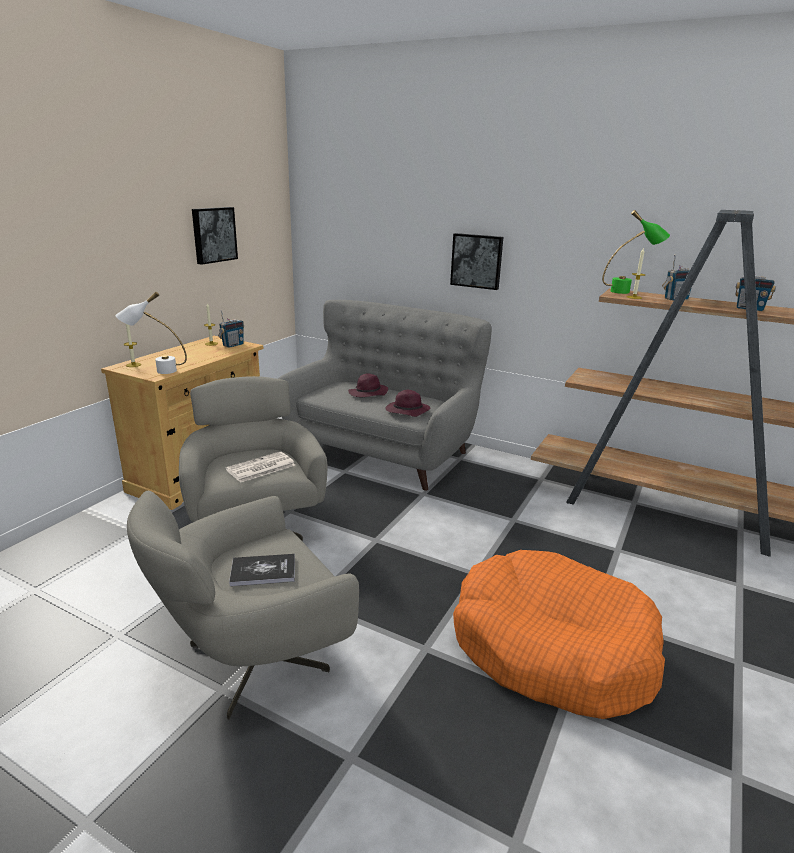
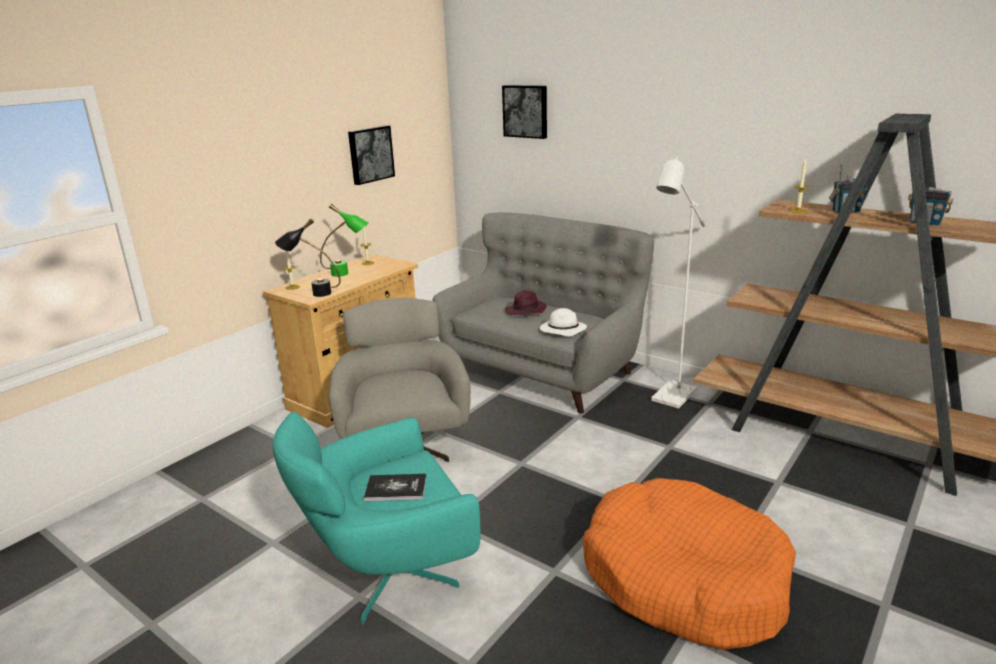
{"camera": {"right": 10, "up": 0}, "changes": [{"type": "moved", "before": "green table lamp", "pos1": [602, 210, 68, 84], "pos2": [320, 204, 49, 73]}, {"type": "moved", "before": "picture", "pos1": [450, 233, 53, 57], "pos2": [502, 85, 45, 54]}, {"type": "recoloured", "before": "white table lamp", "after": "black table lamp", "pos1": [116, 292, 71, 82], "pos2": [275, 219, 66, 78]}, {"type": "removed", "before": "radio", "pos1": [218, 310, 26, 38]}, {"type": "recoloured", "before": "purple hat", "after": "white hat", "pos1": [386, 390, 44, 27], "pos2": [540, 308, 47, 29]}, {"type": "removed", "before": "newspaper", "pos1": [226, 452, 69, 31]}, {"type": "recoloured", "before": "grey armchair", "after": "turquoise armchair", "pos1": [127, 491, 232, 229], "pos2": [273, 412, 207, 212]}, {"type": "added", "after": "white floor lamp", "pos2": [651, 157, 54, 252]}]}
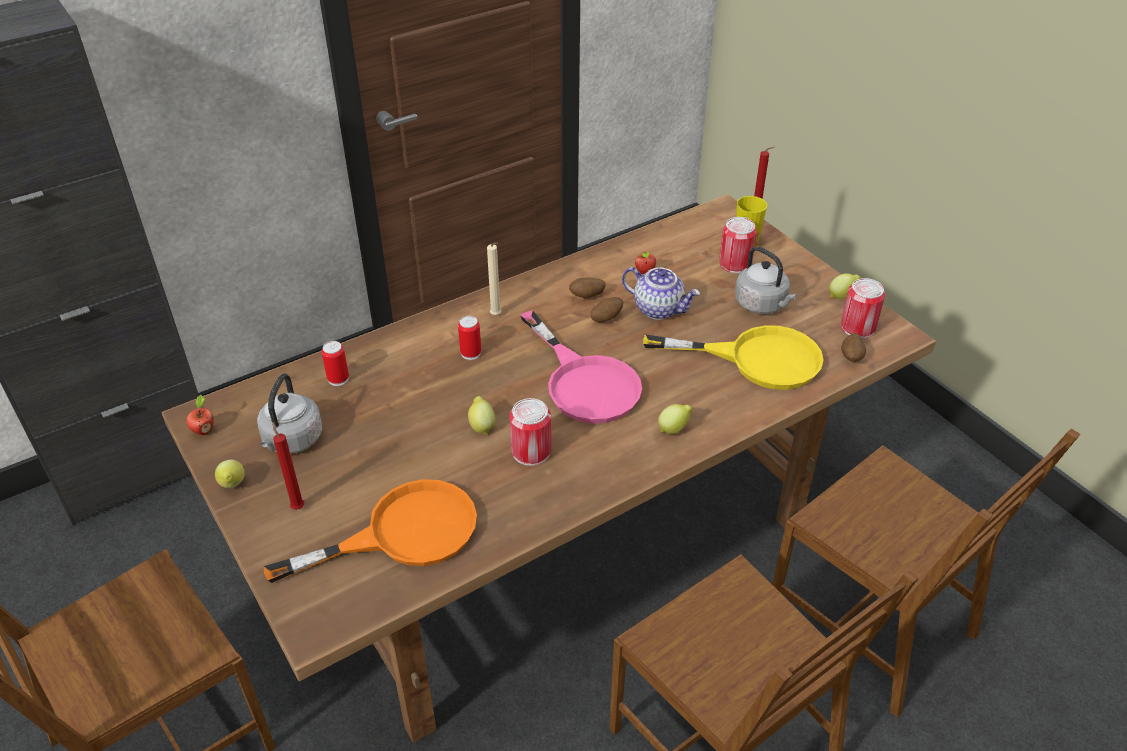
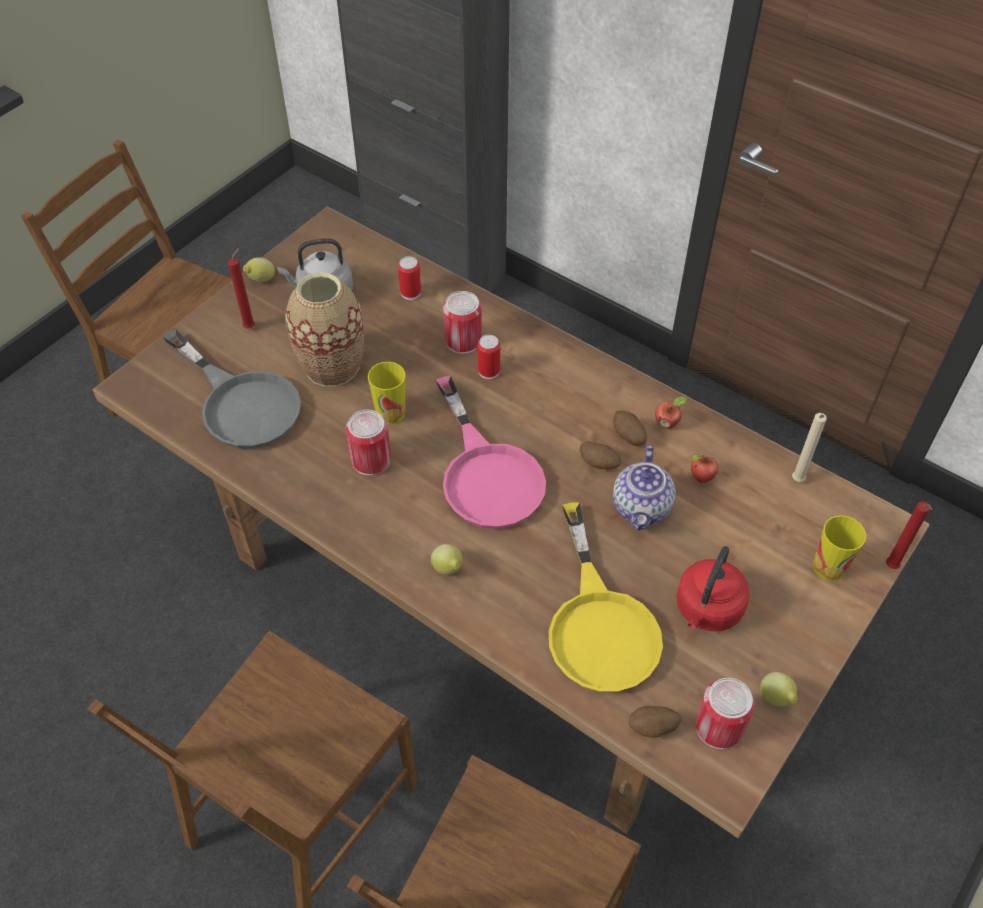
{"camera": {"right": 70, "up": 10}, "changes": [{"type": "moved", "before": "can", "pos1": [719, 217, 38, 56], "pos2": [443, 291, 39, 63]}, {"type": "moved", "before": "beige candle", "pos1": [487, 242, 14, 73], "pos2": [792, 413, 35, 69]}, {"type": "recoloured", "before": "grey kettle", "after": "red kettle", "pos1": [735, 246, 62, 68], "pos2": [676, 546, 74, 85]}, {"type": "turned", "before": "pink frying pan", "pos1": [520, 310, 122, 114], "pos2": [436, 376, 110, 153], "turn": -60}, {"type": "moved", "before": "apple", "pos1": [186, 395, 28, 40], "pos2": [655, 397, 32, 32]}, {"type": "replaced", "before": "lemon", "after": "cup", "pos1": [468, 396, 28, 39], "pos2": [368, 362, 37, 62]}, {"type": "recoloured", "before": "orange frying pan", "after": "grey frying pan", "pos1": [264, 479, 213, 104], "pos2": [163, 330, 138, 119]}, {"type": "added", "after": "vase", "pos2": [285, 272, 79, 115]}]}
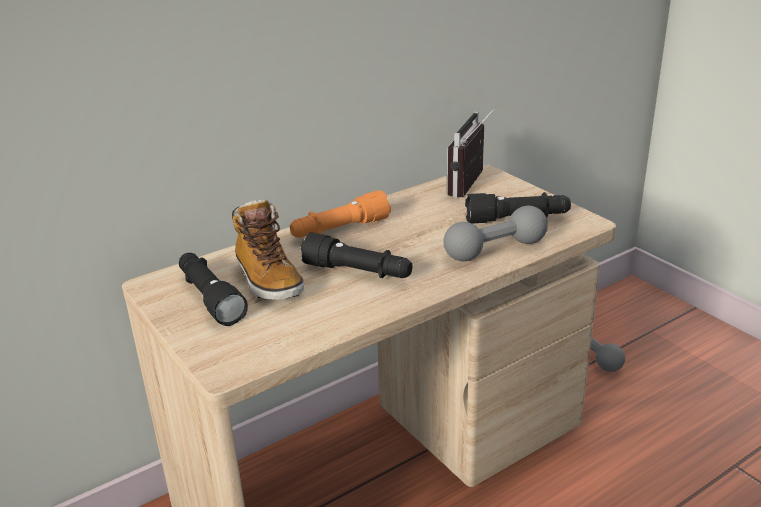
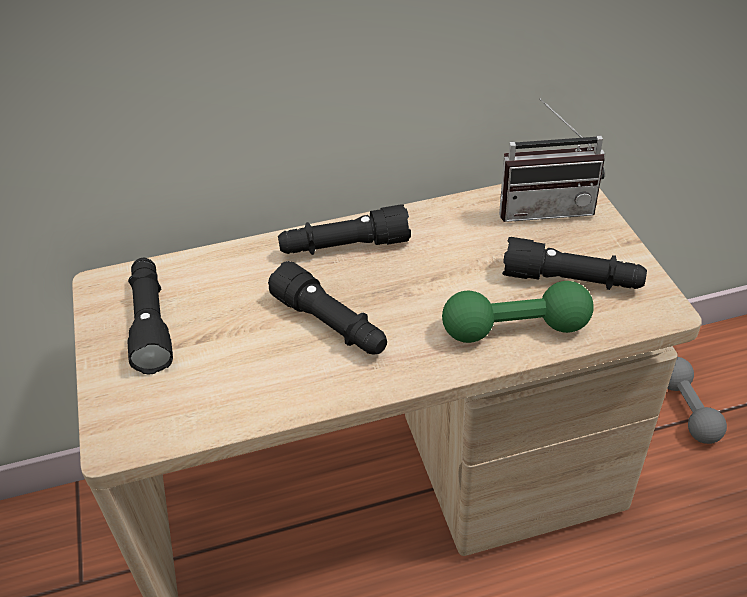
{"camera": {"right": 20, "up": 15}, "changes": [{"type": "turned", "before": "radio", "pos1": [447, 106, 51, 92], "pos2": [499, 98, 106, 124], "turn": -135}, {"type": "recoloured", "before": "orange flashlight", "after": "black flashlight", "pos1": [290, 190, 101, 48], "pos2": [278, 204, 133, 51]}, {"type": "removed", "before": "boot", "pos1": [232, 199, 72, 101]}, {"type": "recoloured", "before": "grey dumbbell", "after": "green dumbbell", "pos1": [444, 206, 104, 55], "pos2": [442, 281, 152, 62]}]}
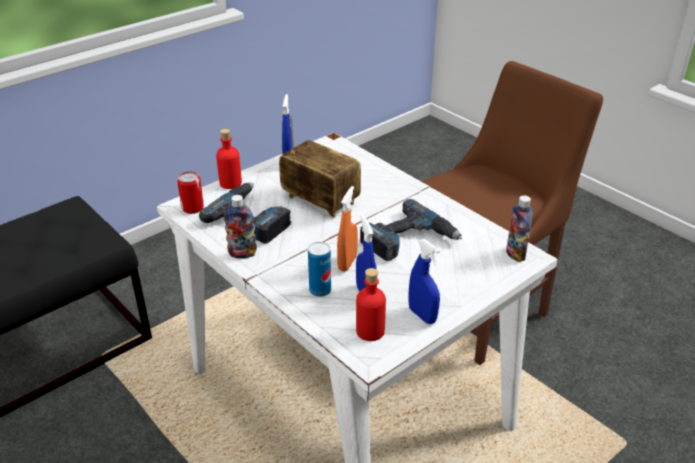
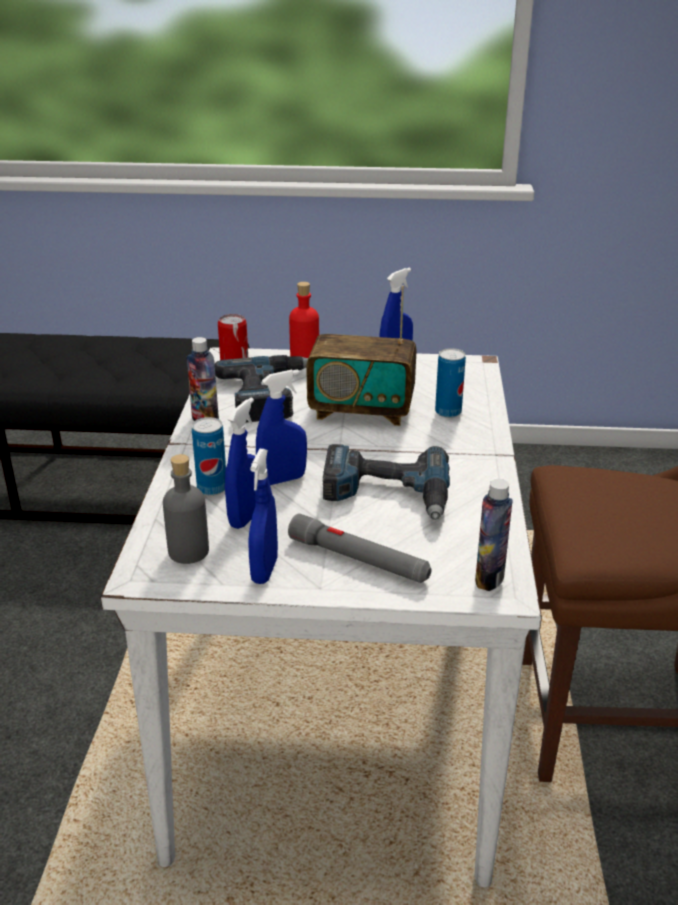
{"camera": {"right": 45, "up": -5}, "changes": [{"type": "turned", "before": "radio", "pos1": [279, 115, 82, 103], "pos2": [306, 286, 111, 140], "turn": 105}, {"type": "recoloured", "before": "orange spray bottle", "after": "blue spray bottle", "pos1": [337, 186, 21, 86], "pos2": [256, 369, 51, 116]}, {"type": "recoloured", "before": "red bottle", "after": "grey bottle", "pos1": [356, 268, 30, 73], "pos2": [163, 454, 46, 110]}, {"type": "added", "after": "can", "pos2": [435, 348, 31, 70]}, {"type": "added", "after": "grey flashlight", "pos2": [288, 513, 143, 70]}]}
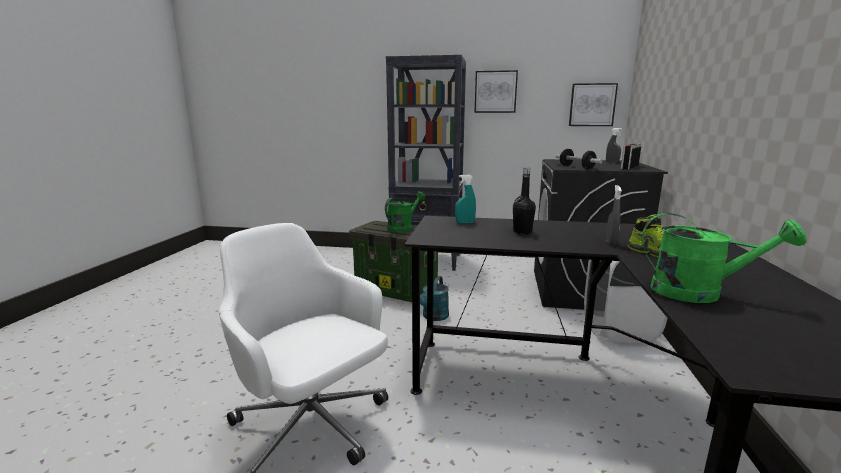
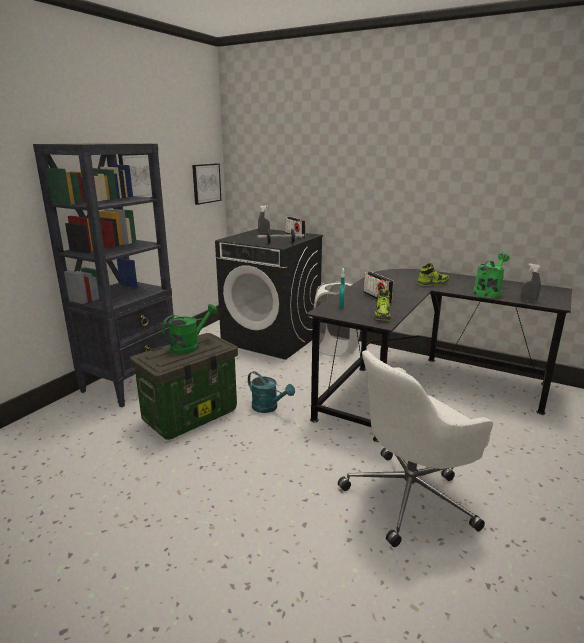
{"camera": {"right": -70, "up": 5}, "changes": [{"type": "replaced", "before": "black bottle", "after": "radio", "pos1": [513, 168, 23, 66], "pos2": [363, 271, 31, 32]}, {"type": "moved", "before": "grey spray bottle", "pos1": [606, 185, 16, 60], "pos2": [521, 264, 20, 38]}, {"type": "turned", "before": "green watering can", "pos1": [385, 191, 40, 41], "pos2": [162, 304, 56, 50], "turn": 75}, {"type": "added", "after": "shoe", "pos2": [374, 289, 17, 32]}]}
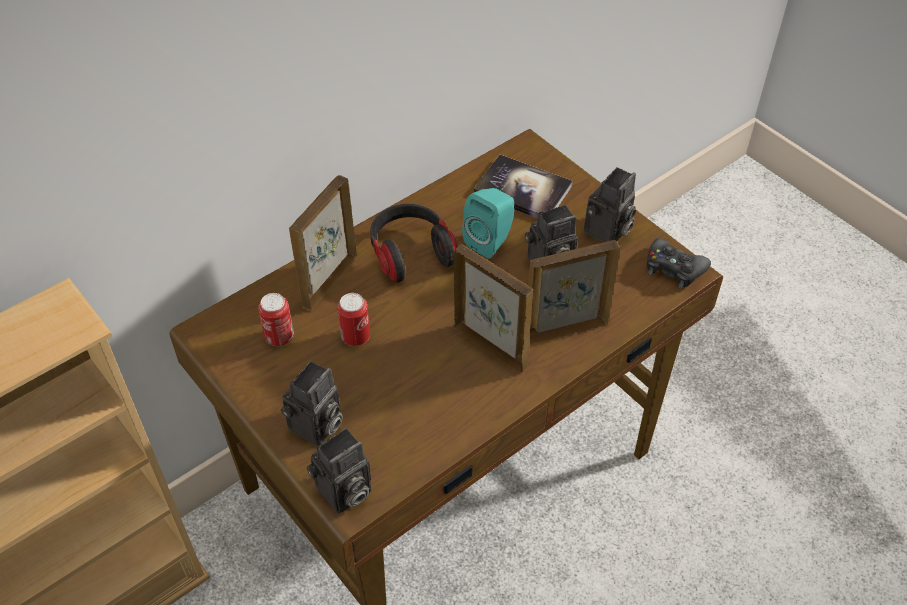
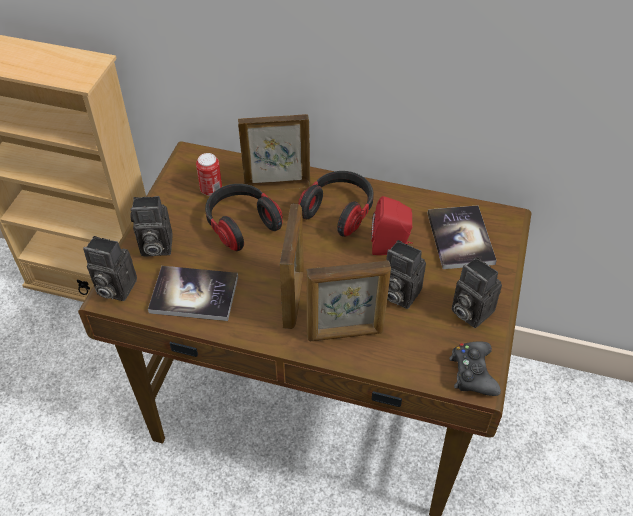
{"camera": {"right": 55, "up": 0}, "changes": [{"type": "turned", "before": "photo camera", "pos1": [584, 167, 52, 75], "pos2": [451, 257, 51, 71], "turn": 45}, {"type": "recoloured", "before": "turquoise speaker", "after": "red speaker", "pos1": [462, 188, 52, 71], "pos2": [371, 196, 42, 59]}, {"type": "turned", "before": "picture frame", "pos1": [528, 240, 92, 105], "pos2": [306, 260, 85, 81], "turn": 135}, {"type": "replaced", "before": "can", "after": "headphones", "pos1": [337, 293, 33, 53], "pos2": [205, 184, 78, 67]}, {"type": "added", "after": "book", "pos2": [148, 266, 90, 55]}]}
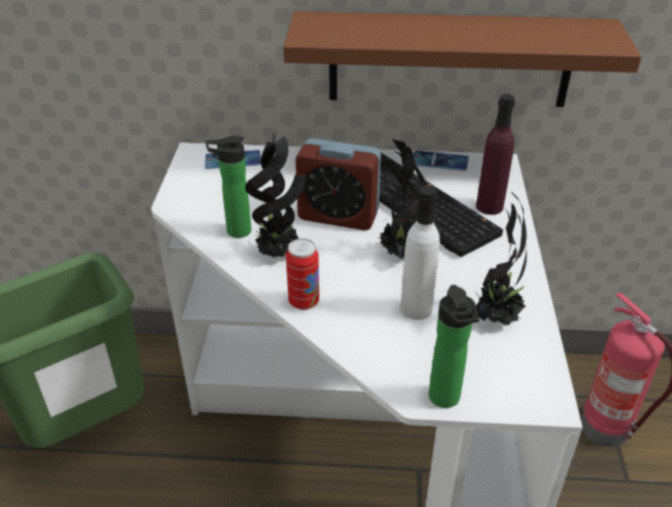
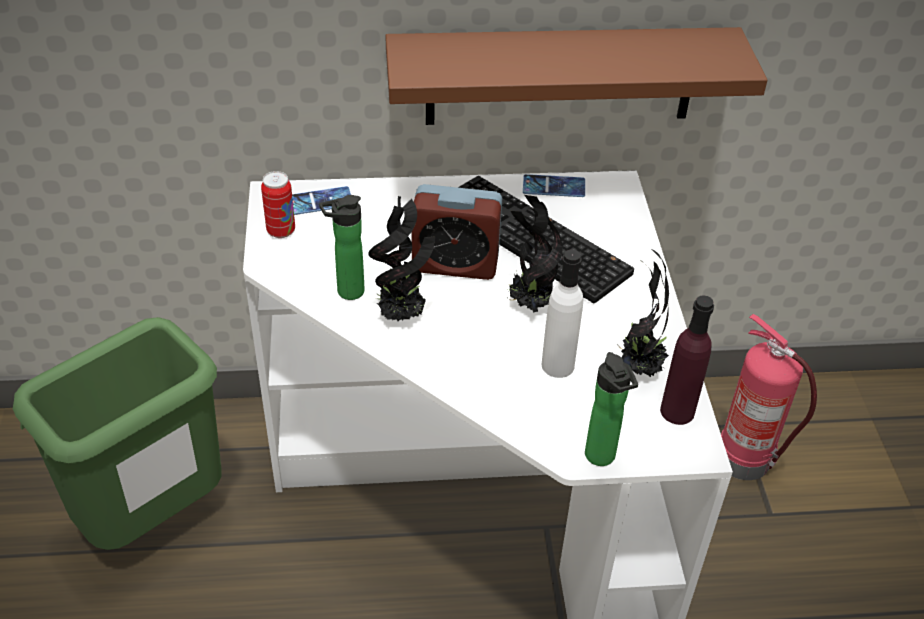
{"camera": {"right": -10, "up": 5}, "changes": [{"type": "moved", "before": "purple bottle", "pos1": [476, 94, 39, 121], "pos2": [660, 295, 54, 130]}, {"type": "moved", "before": "can", "pos1": [286, 239, 33, 71], "pos2": [261, 171, 34, 67]}]}
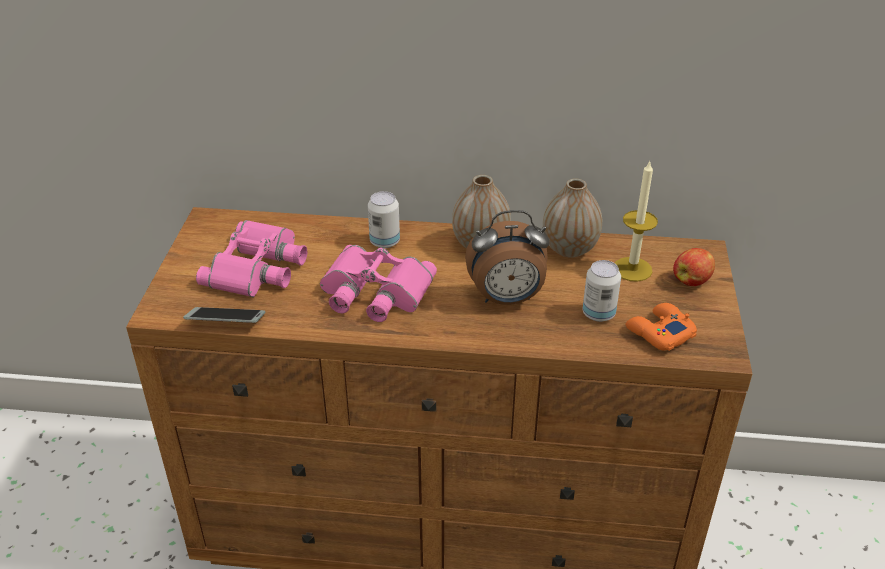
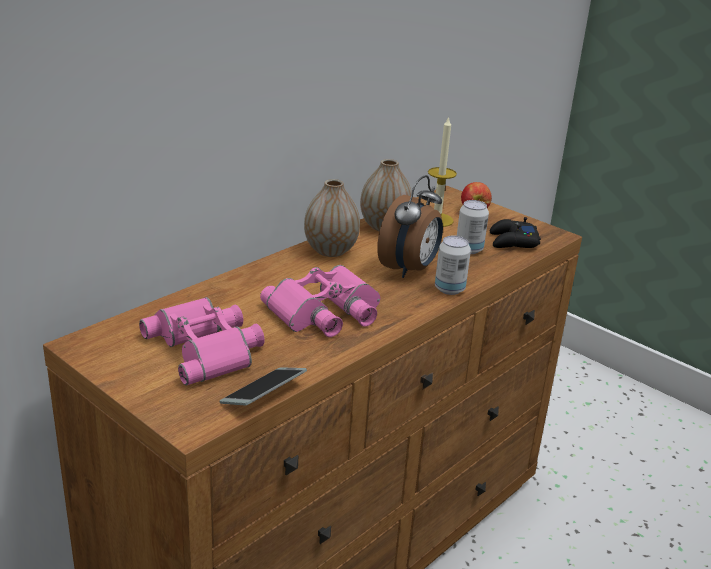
{"camera": {"right": -55, "up": -10}, "changes": [{"type": "moved", "before": "can", "pos1": [368, 191, 32, 57], "pos2": [435, 236, 36, 59]}, {"type": "recoloured", "before": "orange game controller", "after": "black game controller", "pos1": [626, 303, 71, 48], "pos2": [490, 217, 51, 31]}]}
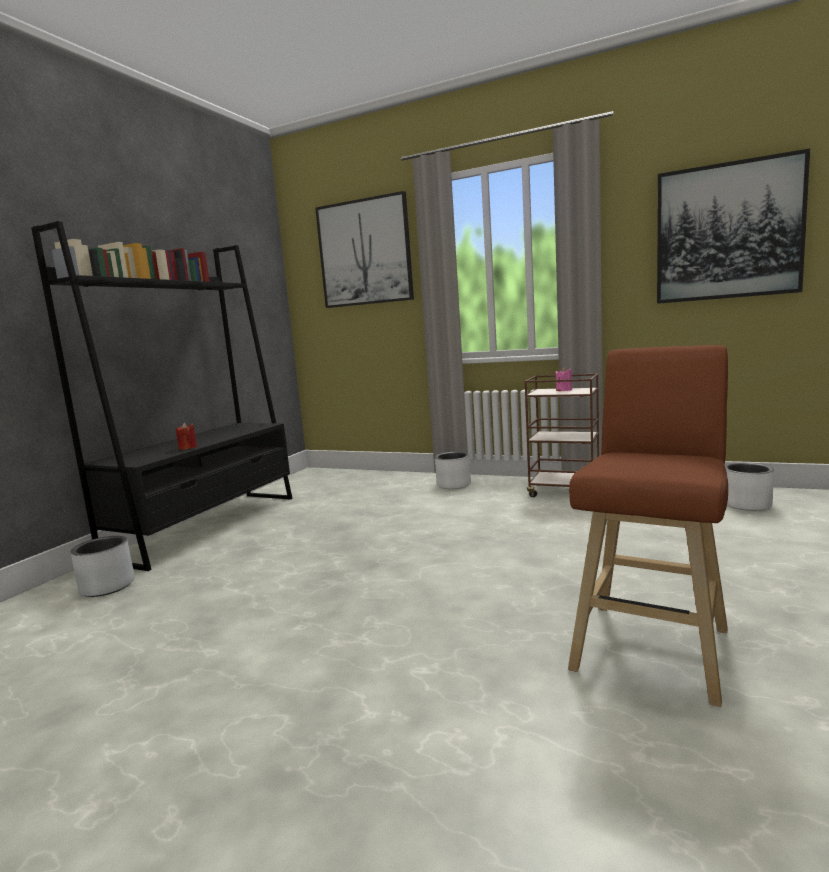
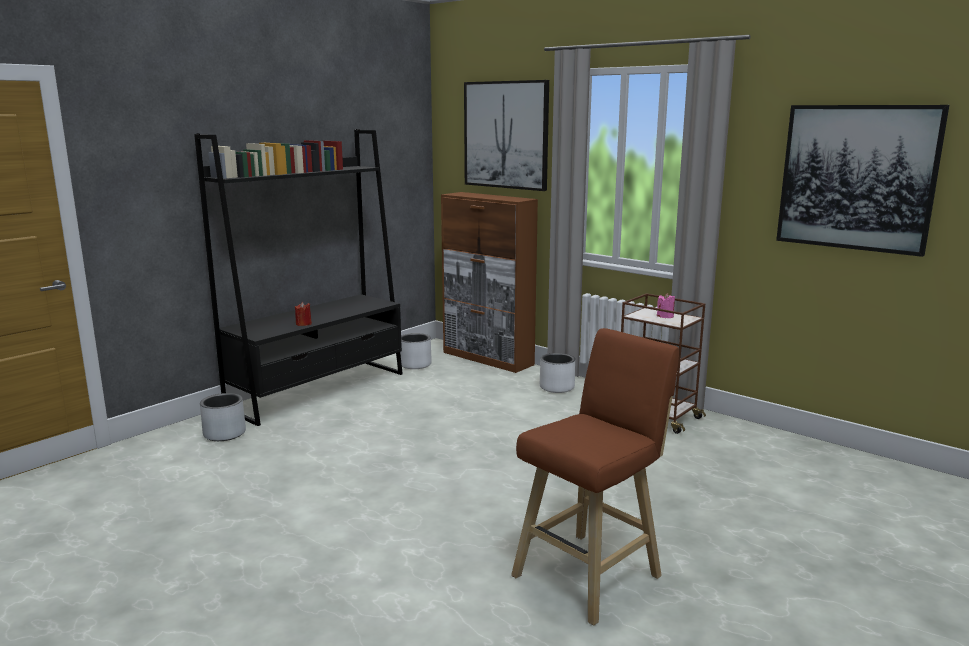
{"camera": {"right": 15, "up": 5}, "changes": [{"type": "moved", "before": "white planter", "pos1": [725, 462, 49, 49], "pos2": [400, 333, 32, 36]}, {"type": "added", "after": "brown cabinet", "pos2": [441, 192, 97, 181]}]}
